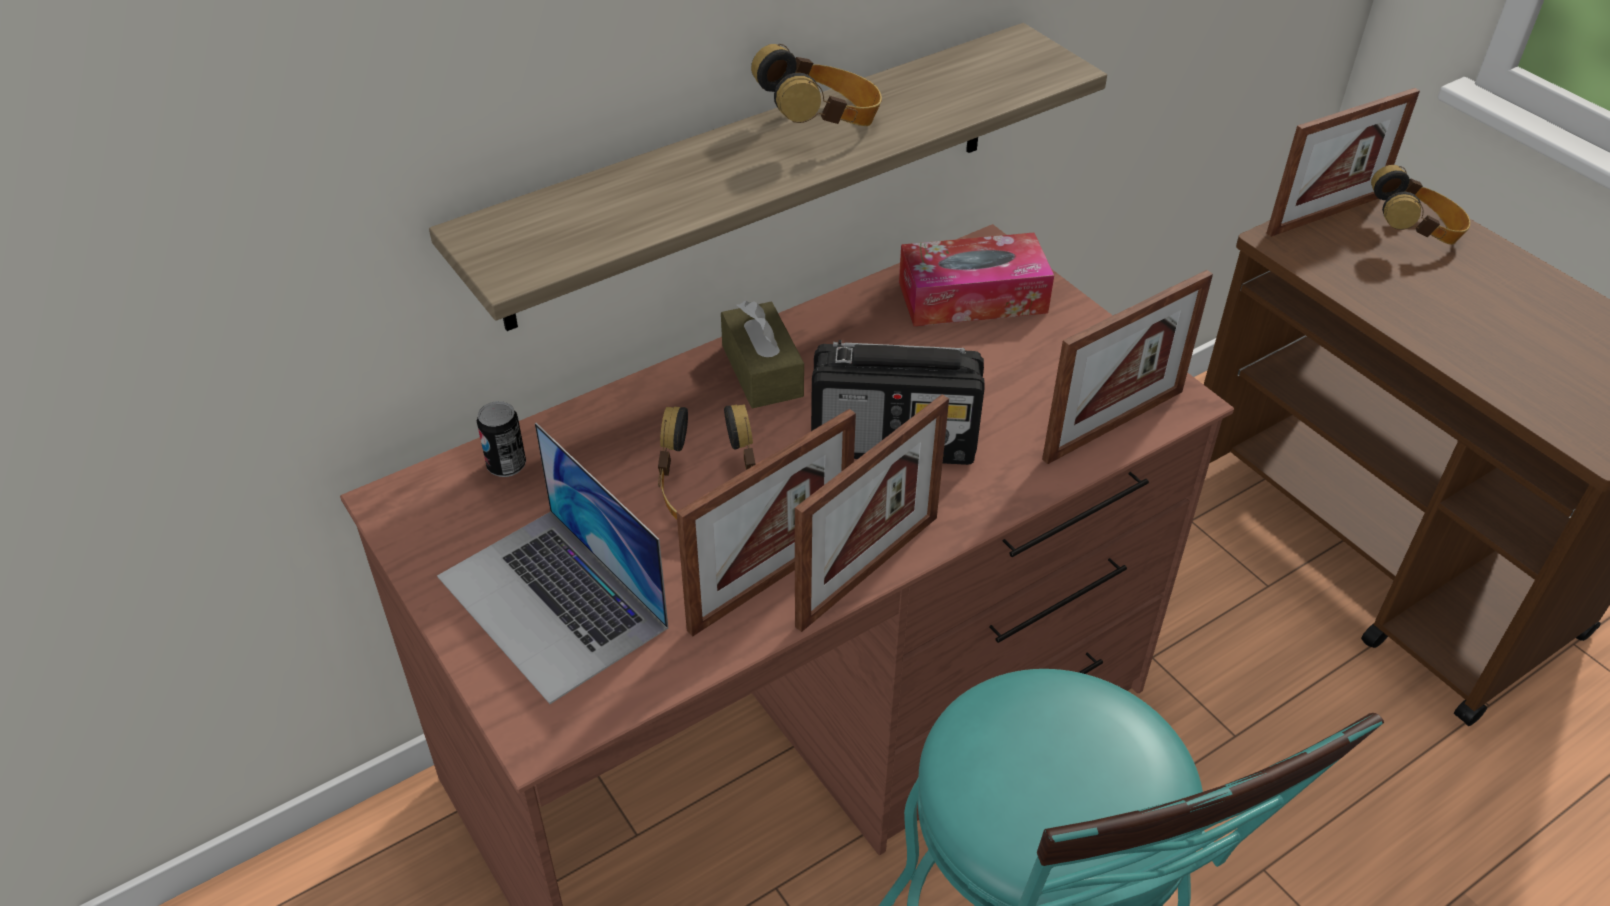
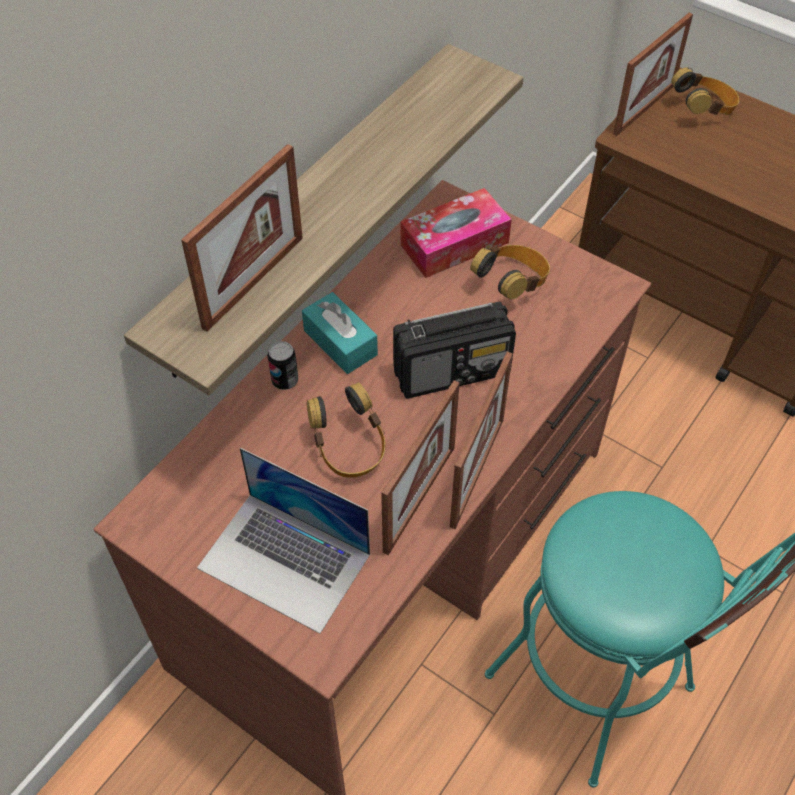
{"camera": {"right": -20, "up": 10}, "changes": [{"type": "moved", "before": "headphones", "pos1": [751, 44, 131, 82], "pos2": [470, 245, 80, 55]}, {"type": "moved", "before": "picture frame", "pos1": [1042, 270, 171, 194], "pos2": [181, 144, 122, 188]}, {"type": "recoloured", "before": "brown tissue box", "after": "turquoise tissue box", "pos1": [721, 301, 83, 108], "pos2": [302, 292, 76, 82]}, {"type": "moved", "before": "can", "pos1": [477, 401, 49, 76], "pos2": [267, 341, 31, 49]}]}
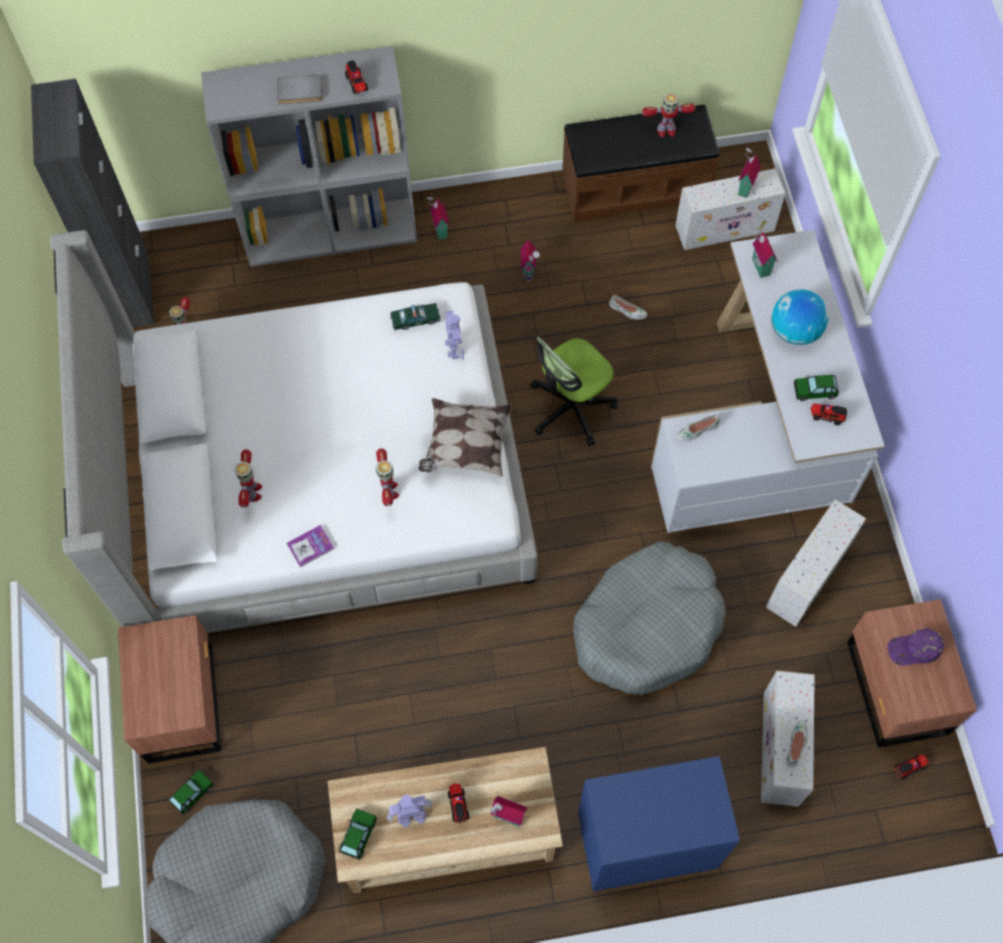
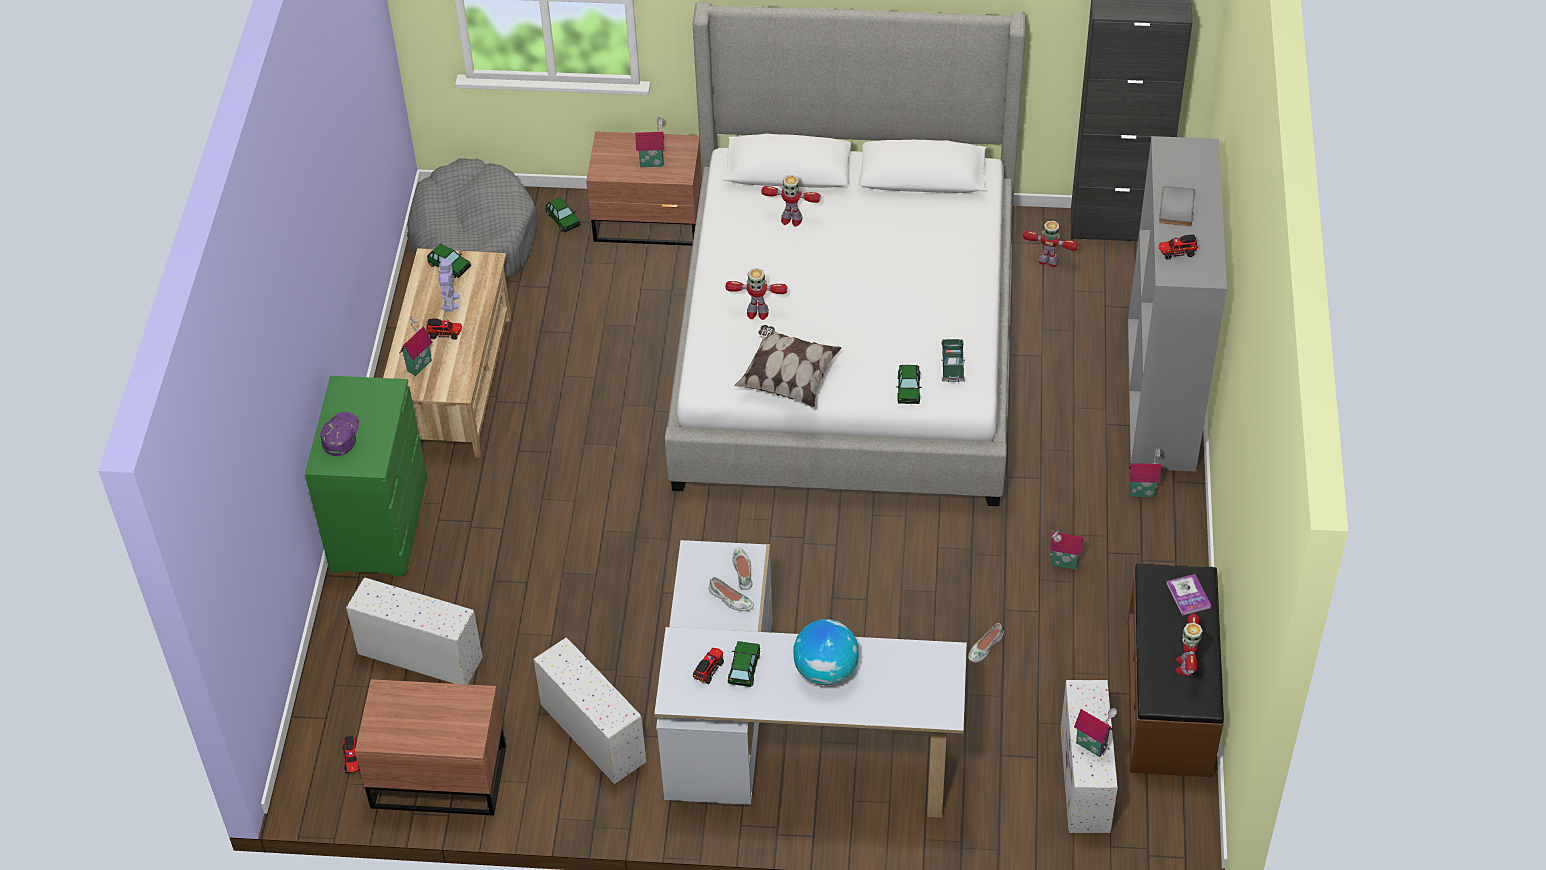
{"camera": {"right": 105, "up": -15}, "changes": [{"type": "moved", "before": "toy house", "pos1": [752, 227, 26, 51], "pos2": [635, 117, 30, 50]}, {"type": "replaced", "before": "toy robot", "after": "toy car", "pos1": [445, 311, 20, 49], "pos2": [896, 365, 26, 39]}, {"type": "removed", "before": "office chair", "pos1": [530, 337, 88, 109]}, {"type": "moved", "before": "book", "pos1": [287, 525, 47, 42], "pos2": [1167, 574, 45, 42]}, {"type": "removed", "before": "grey dog bed", "pos1": [573, 541, 153, 154]}, {"type": "moved", "before": "purple cap", "pos1": [888, 628, 56, 38], "pos2": [320, 412, 39, 44]}, {"type": "moved", "before": "white shoe", "pos1": [786, 720, 22, 48], "pos2": [709, 577, 45, 34]}, {"type": "recoloured", "before": "blue dresser", "after": "green dresser", "pos1": [578, 756, 162, 136], "pos2": [305, 376, 122, 200]}]}
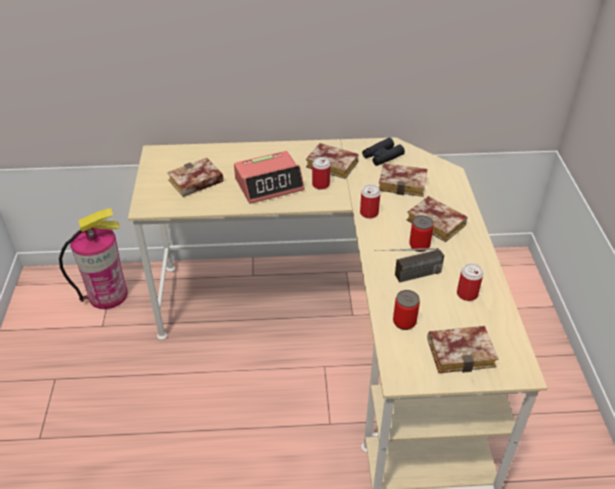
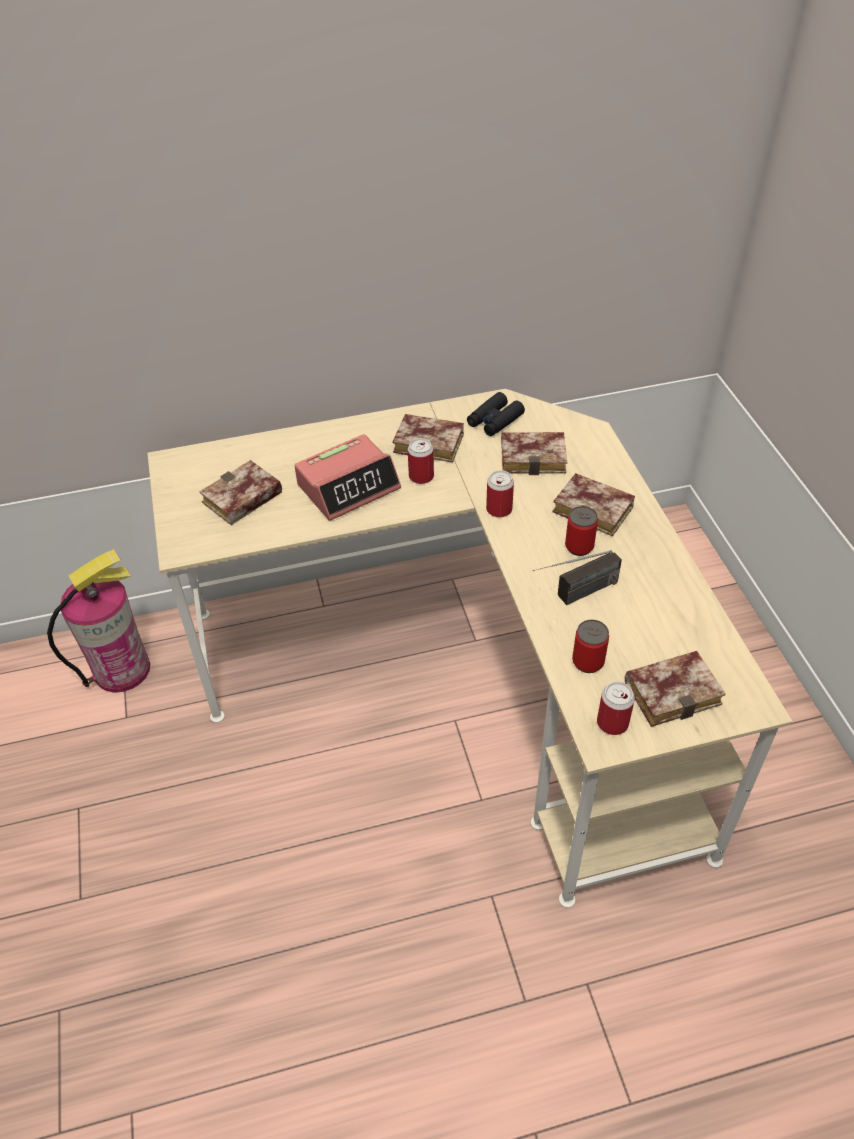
{"camera": {"right": -10, "up": 5}, "changes": [{"type": "moved", "before": "can", "pos1": [457, 263, 26, 38], "pos2": [597, 682, 38, 53]}]}
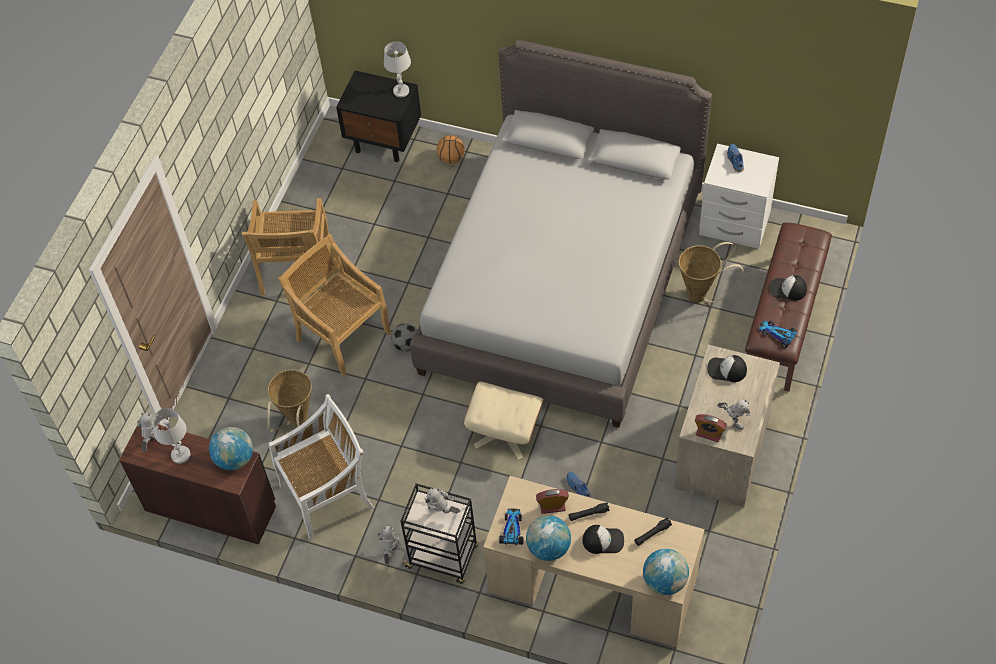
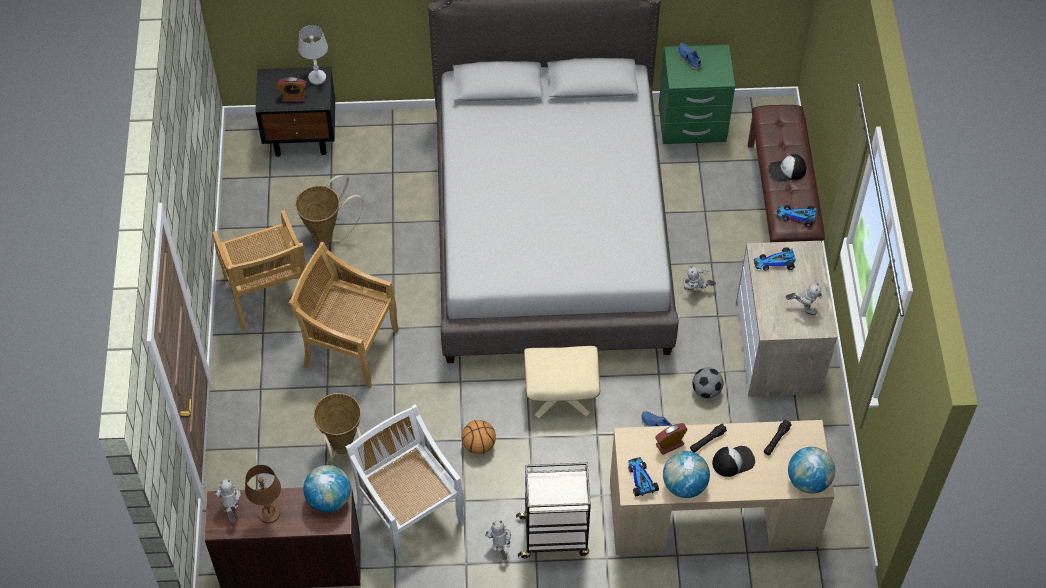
{"camera": {"right": -25, "up": 0}, "changes": [{"type": "moved", "before": "basketball", "pos1": [437, 135, 28, 29], "pos2": [462, 420, 34, 34]}, {"type": "recoloured", "before": "white nightstand", "after": "green nightstand", "pos1": [699, 144, 80, 105], "pos2": [659, 45, 76, 99]}, {"type": "moved", "before": "basket", "pos1": [679, 242, 64, 61], "pos2": [295, 175, 68, 70]}, {"type": "moved", "before": "football", "pos1": [391, 323, 26, 29], "pos2": [692, 367, 31, 31]}, {"type": "replaced", "before": "cap", "after": "toy car", "pos1": [707, 355, 40, 27], "pos2": [754, 247, 42, 23]}, {"type": "turned", "before": "white chair", "pos1": [268, 394, 106, 146], "pos2": [345, 404, 119, 160], "turn": -75}, {"type": "recoloured", "before": "white table lamp", "after": "brown table lamp", "pos1": [152, 408, 38, 56], "pos2": [245, 465, 36, 58]}, {"type": "moved", "before": "alarm clock", "pos1": [695, 414, 32, 28], "pos2": [277, 77, 29, 25]}, {"type": "moved", "before": "toy robot", "pos1": [424, 487, 36, 26], "pos2": [683, 265, 33, 26]}]}
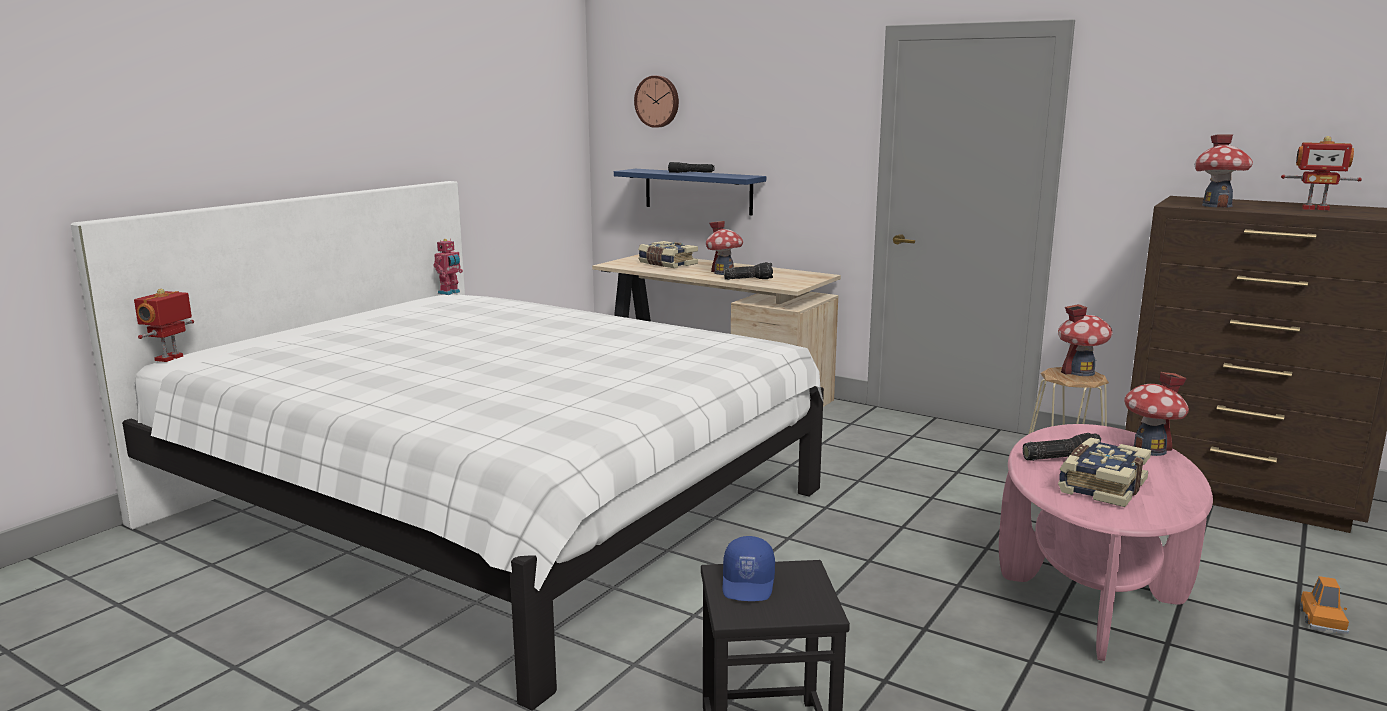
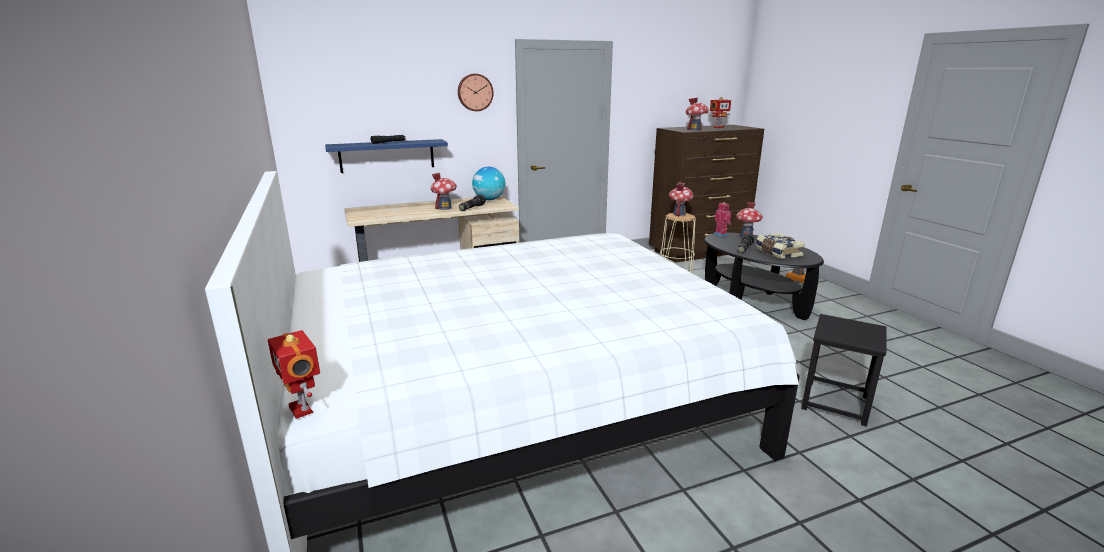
{"camera": {"right": -55, "up": 5}, "changes": [{"type": "moved", "before": "wall clock", "pos1": [634, 76, 45, 52], "pos2": [458, 74, 36, 37]}, {"type": "moved", "before": "toy robot", "pos1": [433, 239, 30, 56], "pos2": [714, 202, 17, 35]}, {"type": "removed", "before": "book", "pos1": [638, 241, 60, 27]}, {"type": "recoloured", "before": "pink coffee table", "after": "black coffee table", "pos1": [999, 424, 214, 237], "pos2": [704, 233, 120, 87]}, {"type": "removed", "before": "blue cap", "pos1": [723, 536, 52, 65]}, {"type": "added", "after": "globe", "pos2": [472, 167, 34, 33]}]}
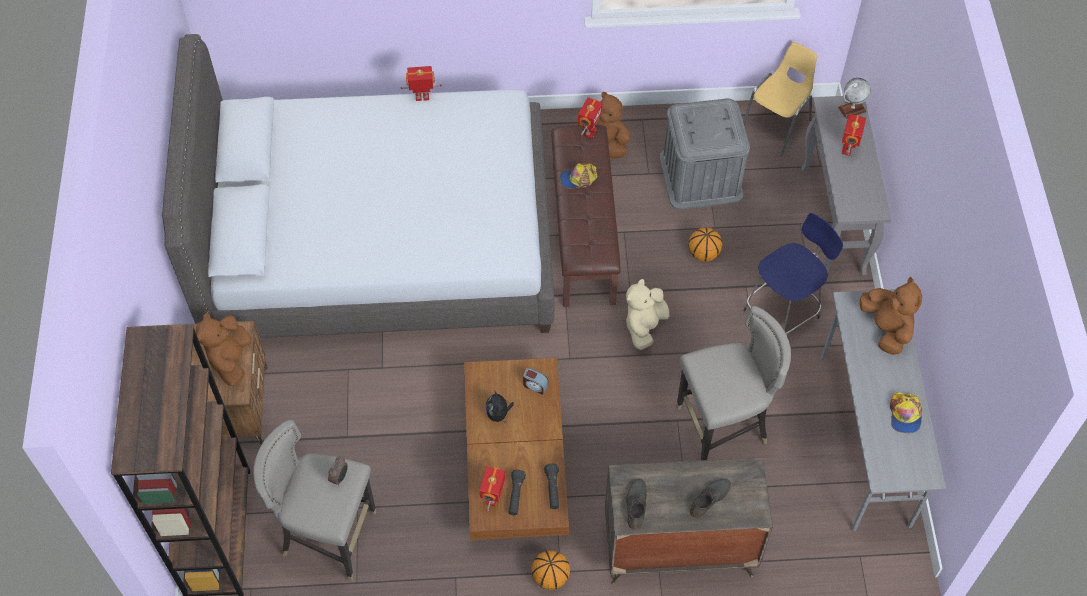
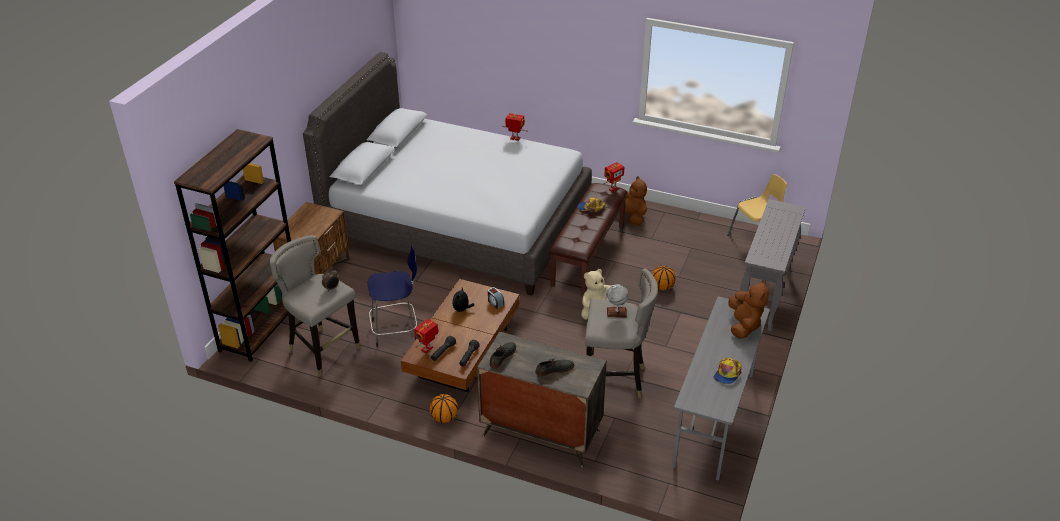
{"camera": {"right": 25, "up": -20}, "changes": [{"type": "moved", "before": "globe", "pos1": [838, 78, 33, 41], "pos2": [605, 284, 24, 34]}, {"type": "removed", "before": "grey storage box", "pos1": [660, 99, 90, 111]}, {"type": "removed", "before": "toy robot", "pos1": [841, 114, 25, 42]}, {"type": "moved", "before": "blue stool", "pos1": [743, 213, 100, 121], "pos2": [368, 246, 49, 101]}, {"type": "removed", "before": "brown plush toy", "pos1": [195, 313, 57, 73]}]}
